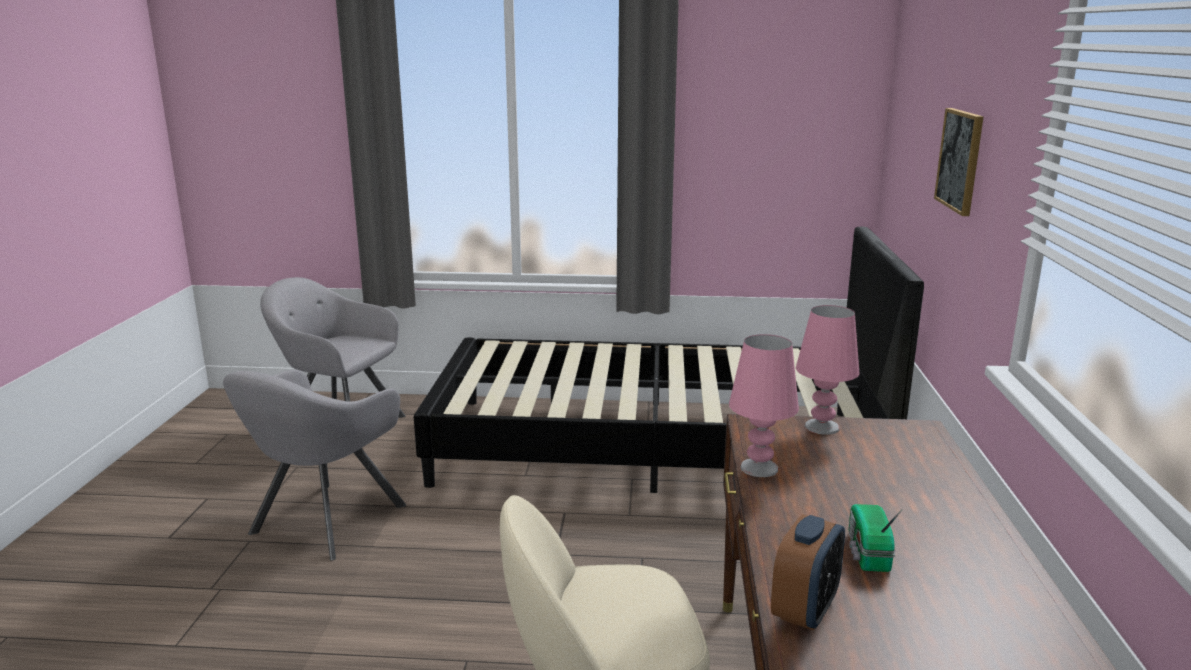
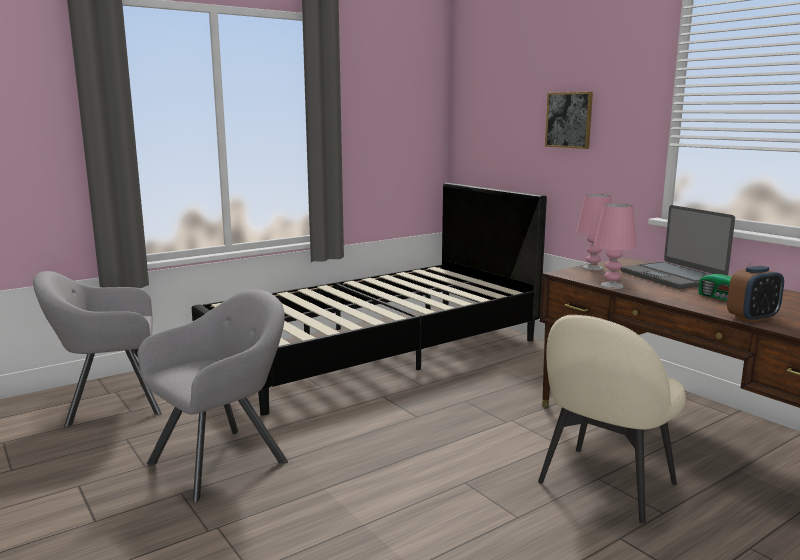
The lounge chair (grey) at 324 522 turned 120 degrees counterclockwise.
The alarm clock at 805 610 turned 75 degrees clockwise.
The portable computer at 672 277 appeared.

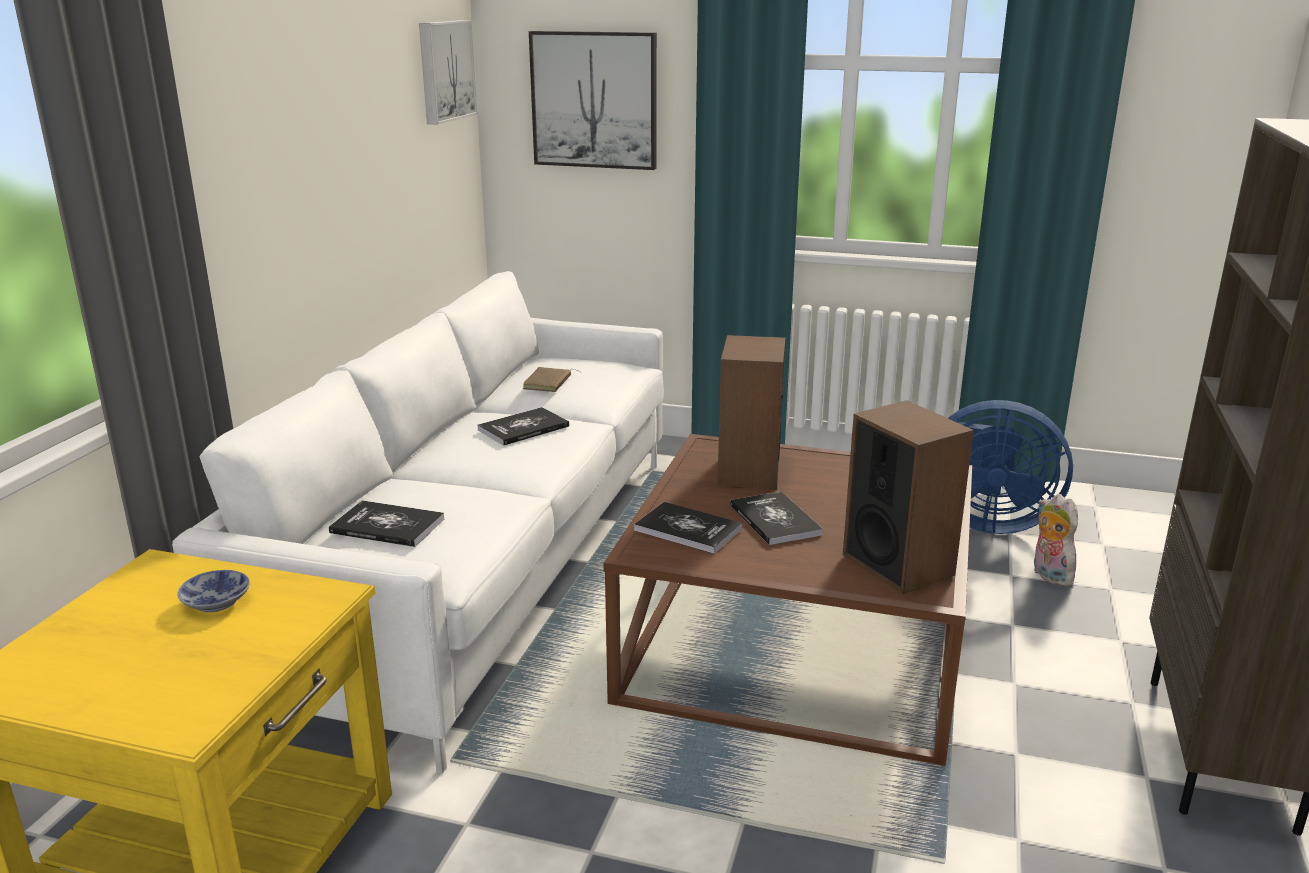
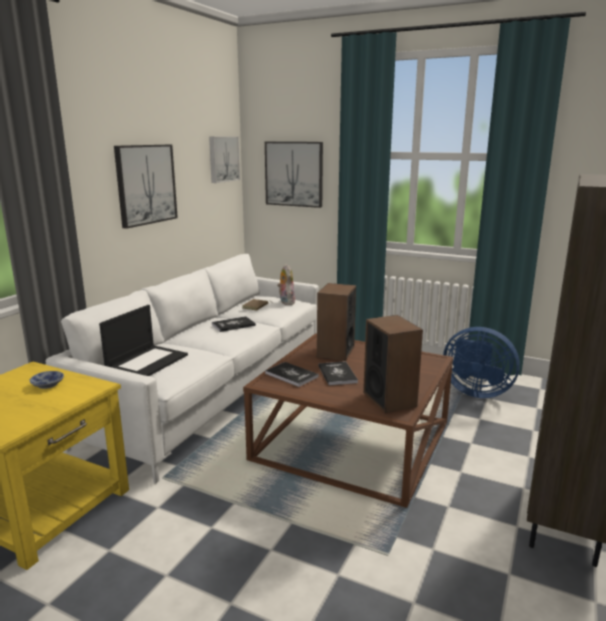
The plush toy moved from 1048 575 to 286 302.
The bound book at 387 526 was replaced by the portable computer at 147 362.
The wall picture at 146 184 appeared.

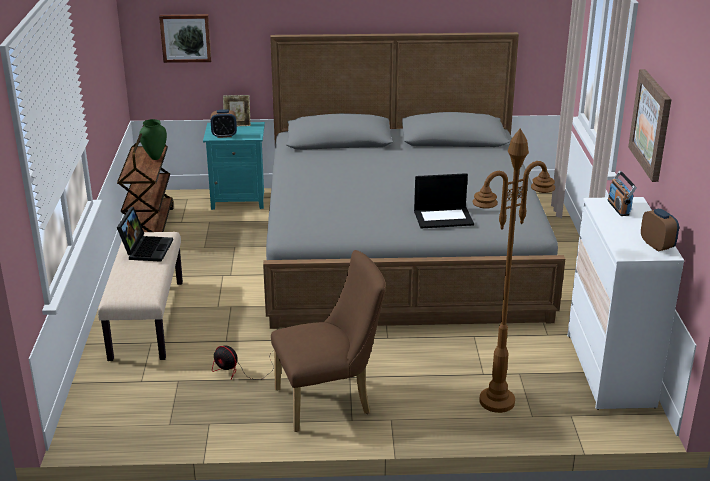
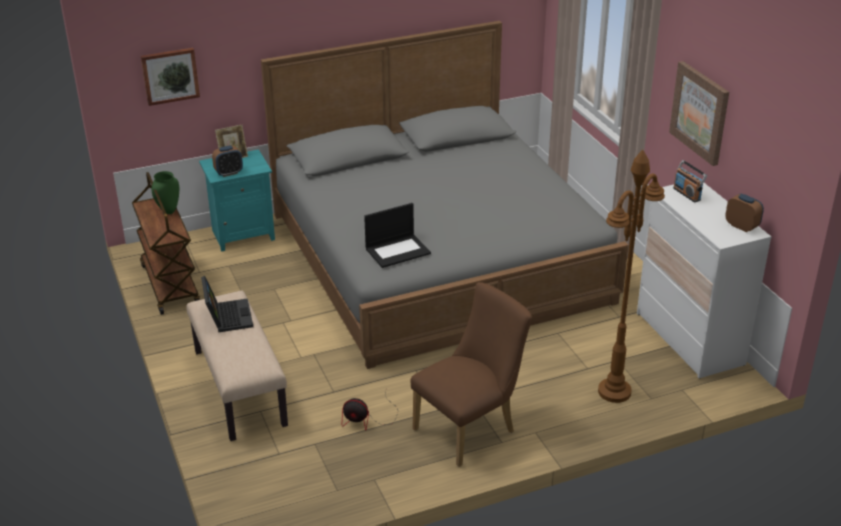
The portable computer moved from 444 217 to 398 250.

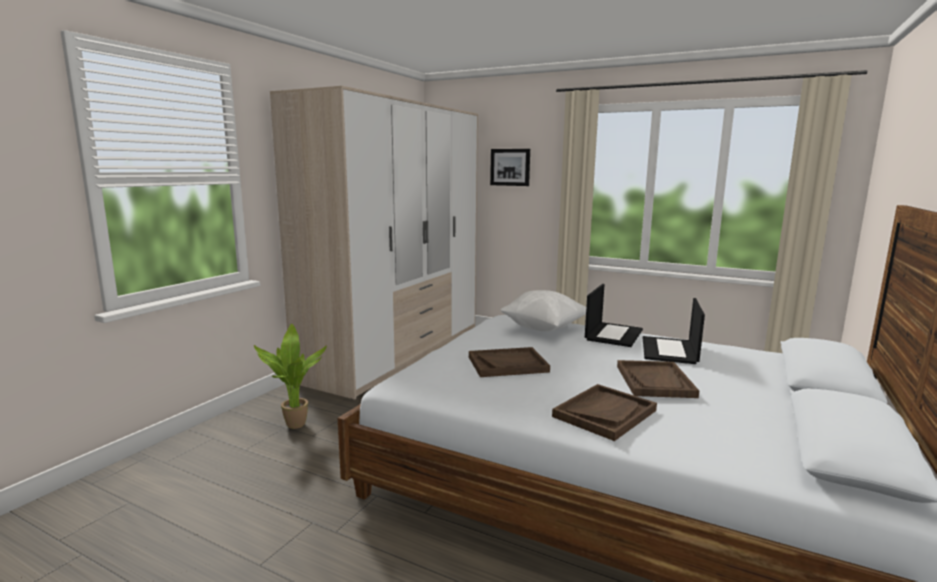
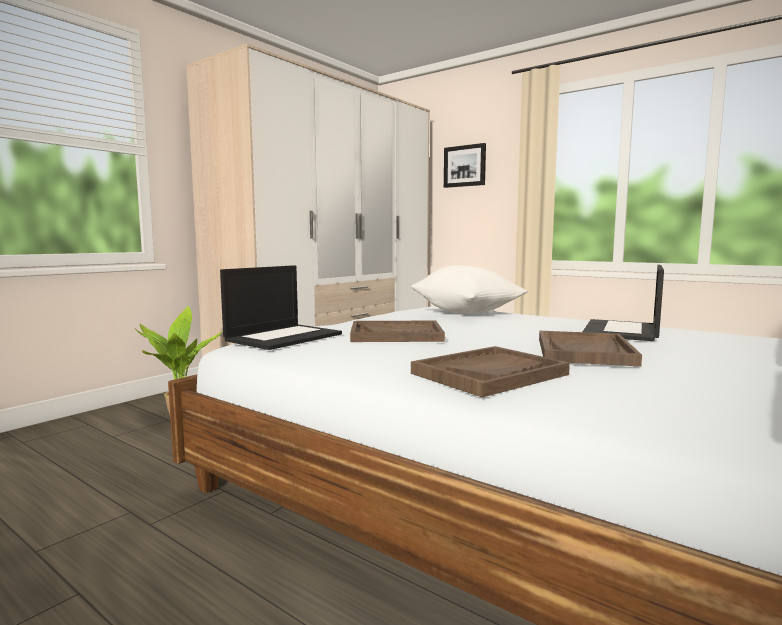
The portable computer moved from 613 334 to 284 337.

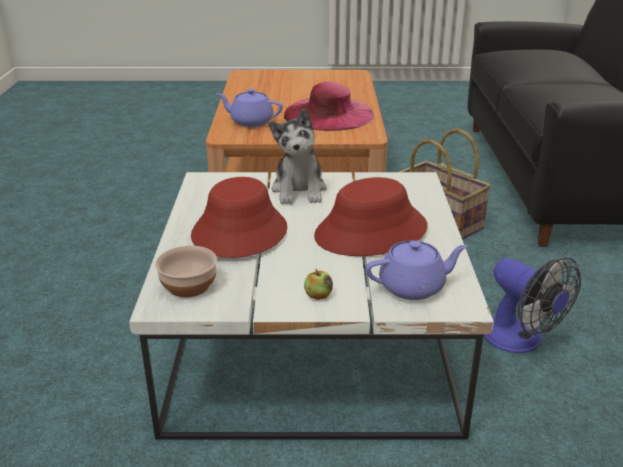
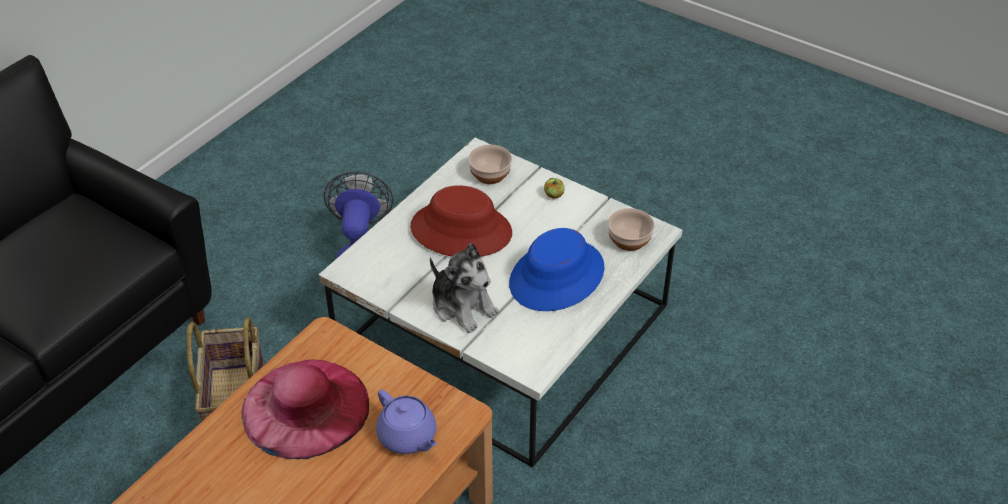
The plush toy at 299 190 turned 105 degrees clockwise.
The wearable hat (red) at 239 232 became the wearable hat (blue-coloured) at 557 276.
The teapot (purple) at 413 287 was replaced by the serving bowl at 490 175.

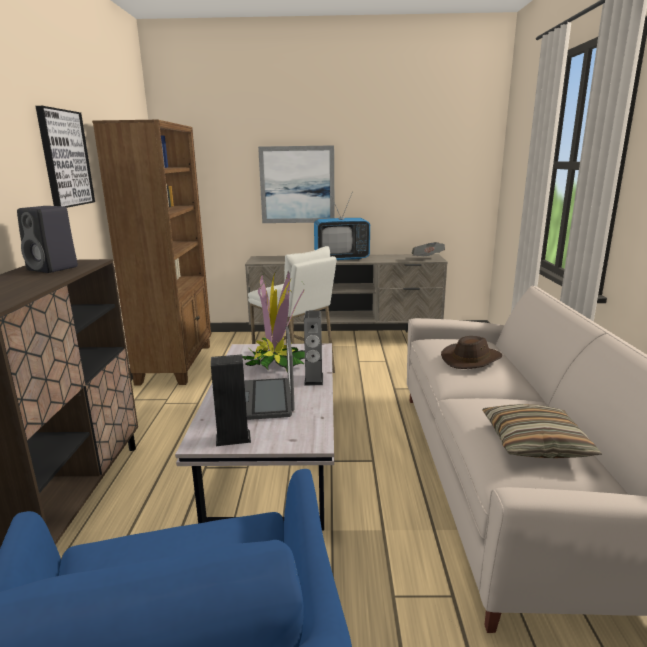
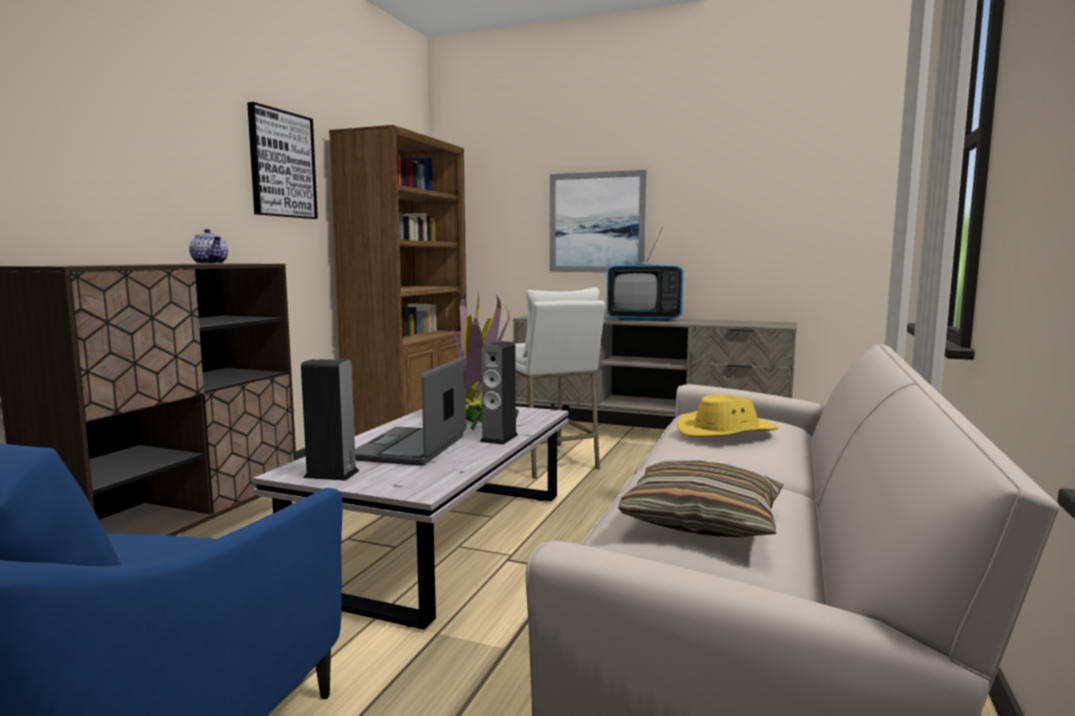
The speaker (black) at 54 268 was replaced by the teapot at 210 263.
The daily paper at 427 259 disappeared.
The wearable hat (brown-coloured) at 471 359 became the wearable hat (yellow) at 726 431.

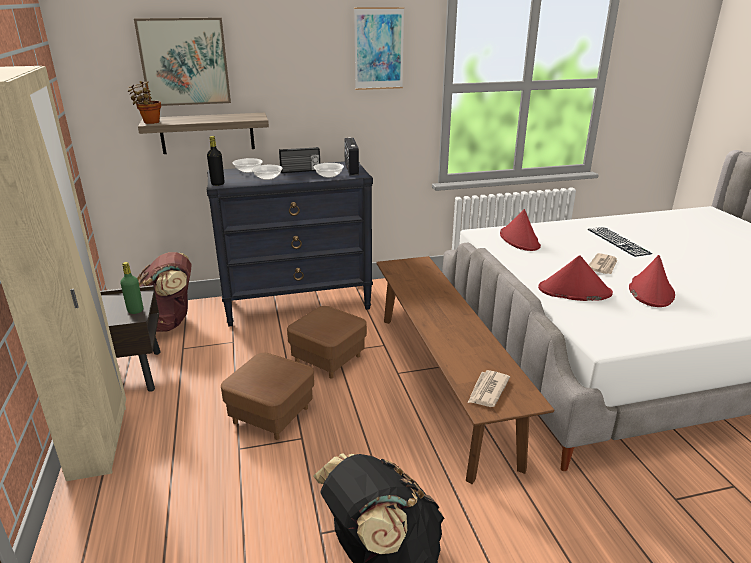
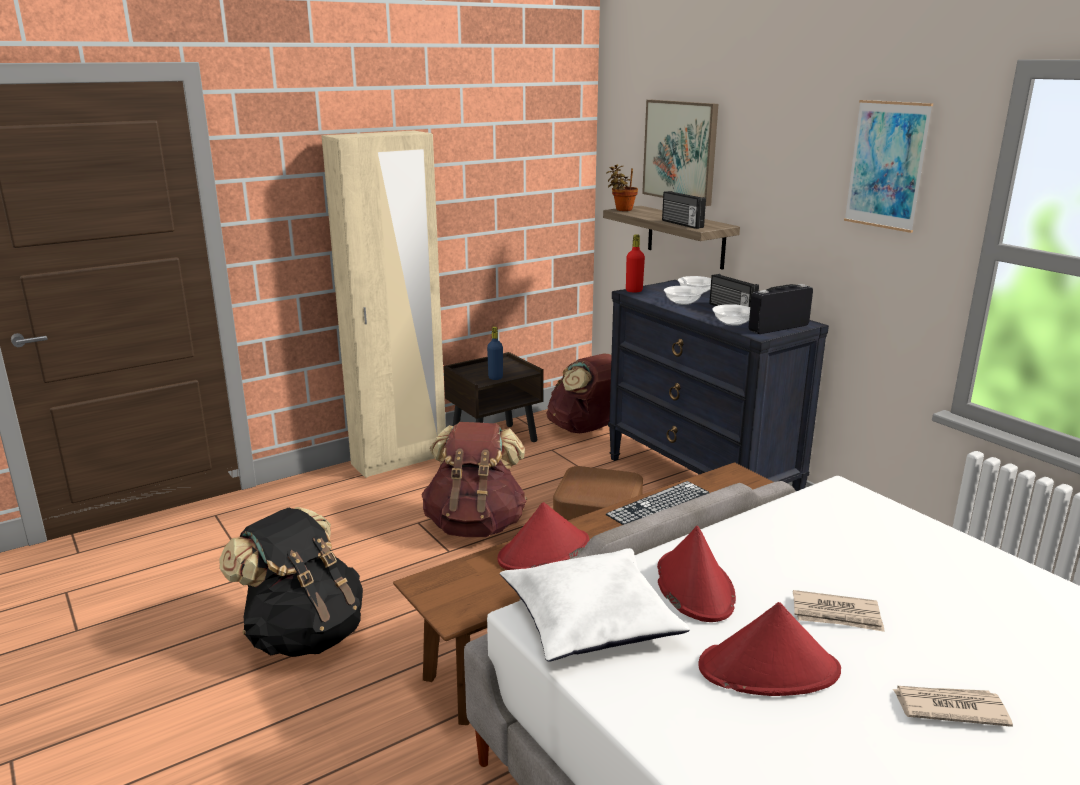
The beverage bottle (black) at 218 184 became the beverage bottle (red) at 634 291.
The wearable hat (red) moved from 519 240 to 543 552.
The PC keyboard moved from 618 241 to 658 504.
The beverage bottle (green) at 135 310 became the beverage bottle (blue-coloured) at 495 377.
The ottoman (brown-coloured) at 271 415 was replaced by the rucksack (brown-coloured) at 476 525.
The daily paper moved from 487 390 to 948 708.
The radio set at 681 224 appeared.
The pillow (whitish) at 590 619 appeared.

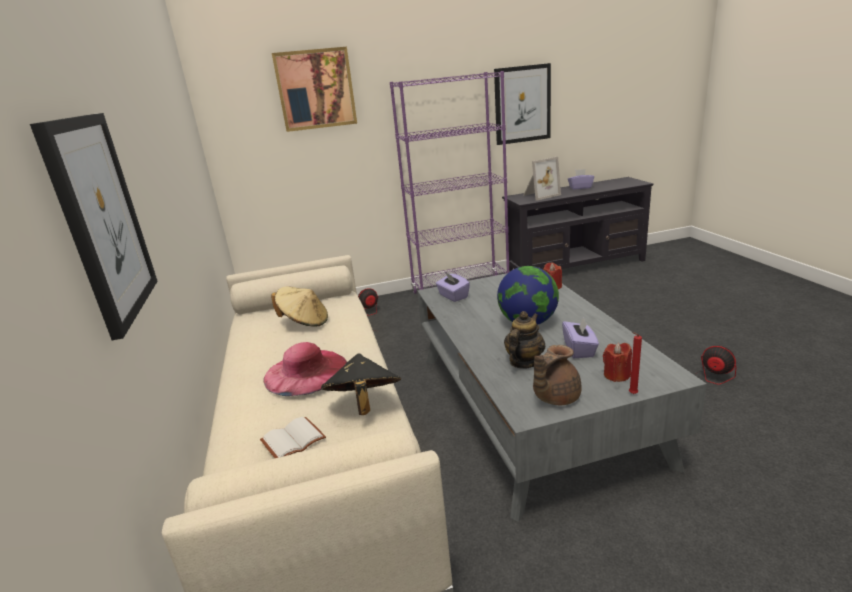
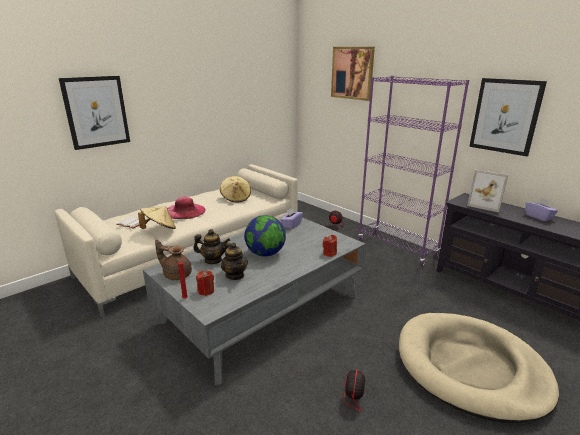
The box of tissues (purple) at 579 349 was replaced by the teapot at 235 275.
The wearable hat (black) at 364 404 became the wearable hat (beige) at 159 229.
The dog cushion (beige) at 470 368 appeared.

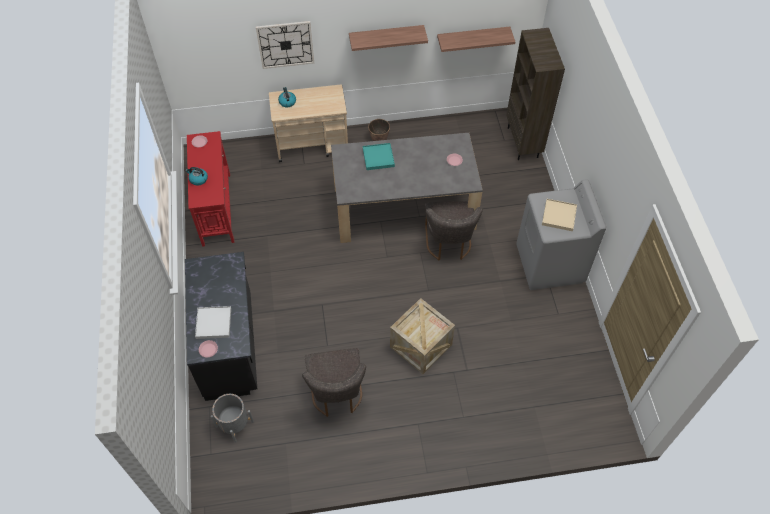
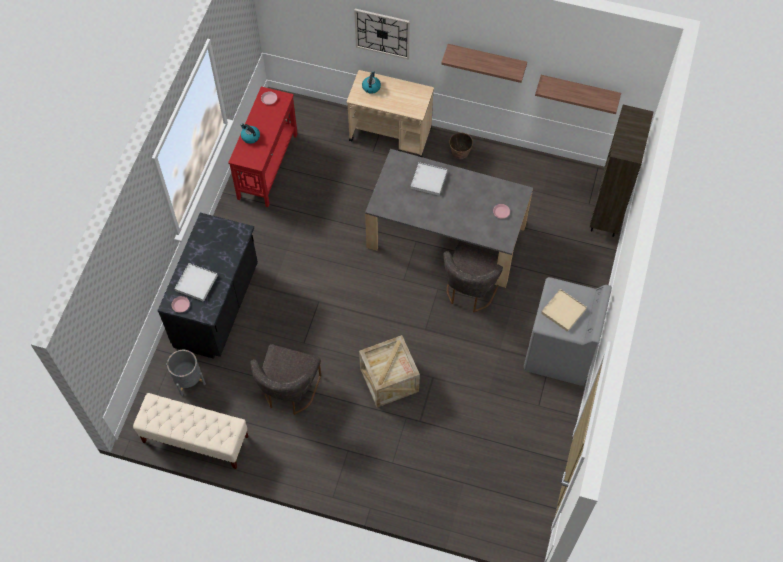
The tray (turquoise-coloured) at 378 158 became the tray (whitish) at 428 180.
The bench (beige) at 195 439 appeared.

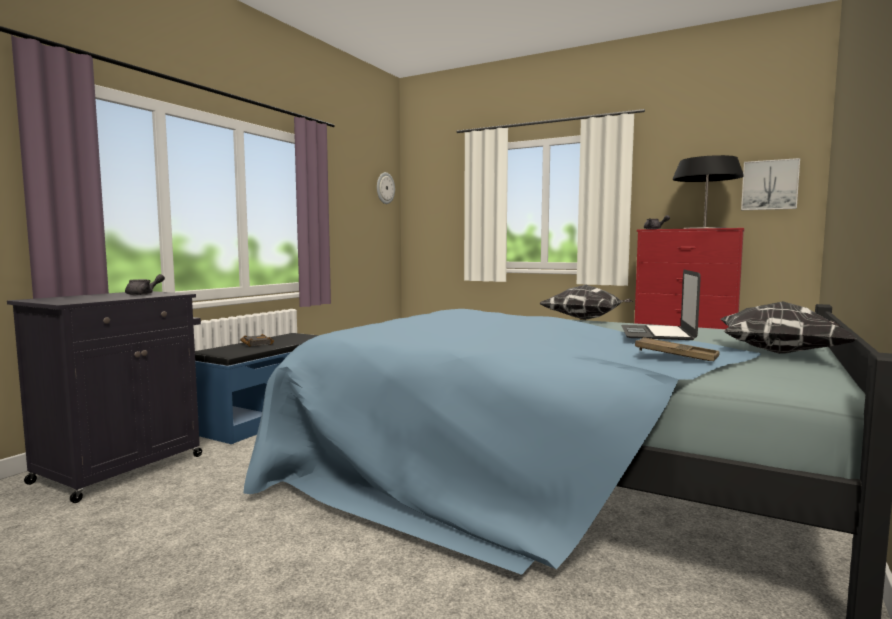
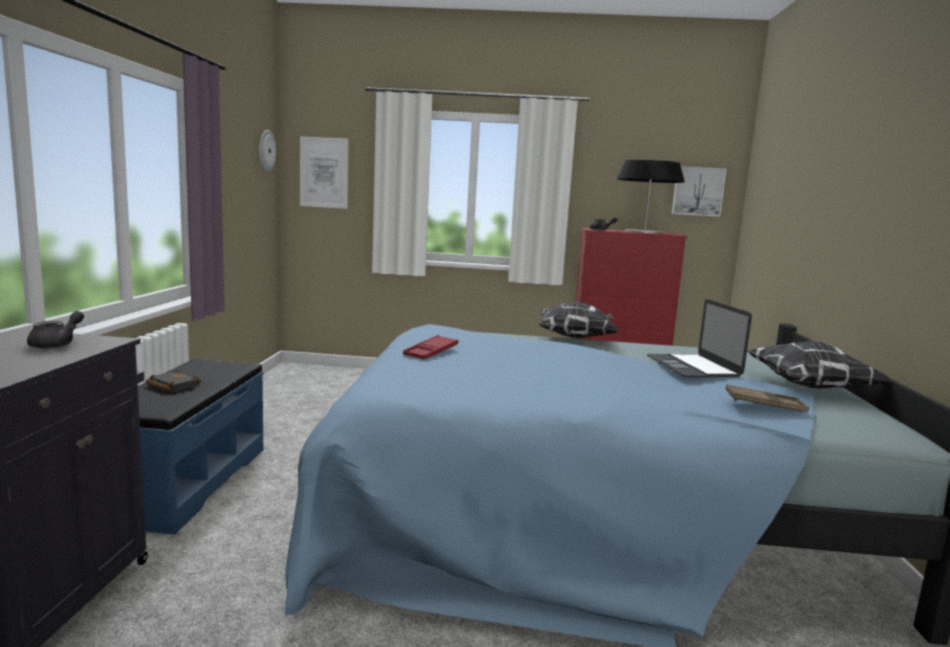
The wall picture at 324 172 appeared.
The tray (red) at 431 352 appeared.

